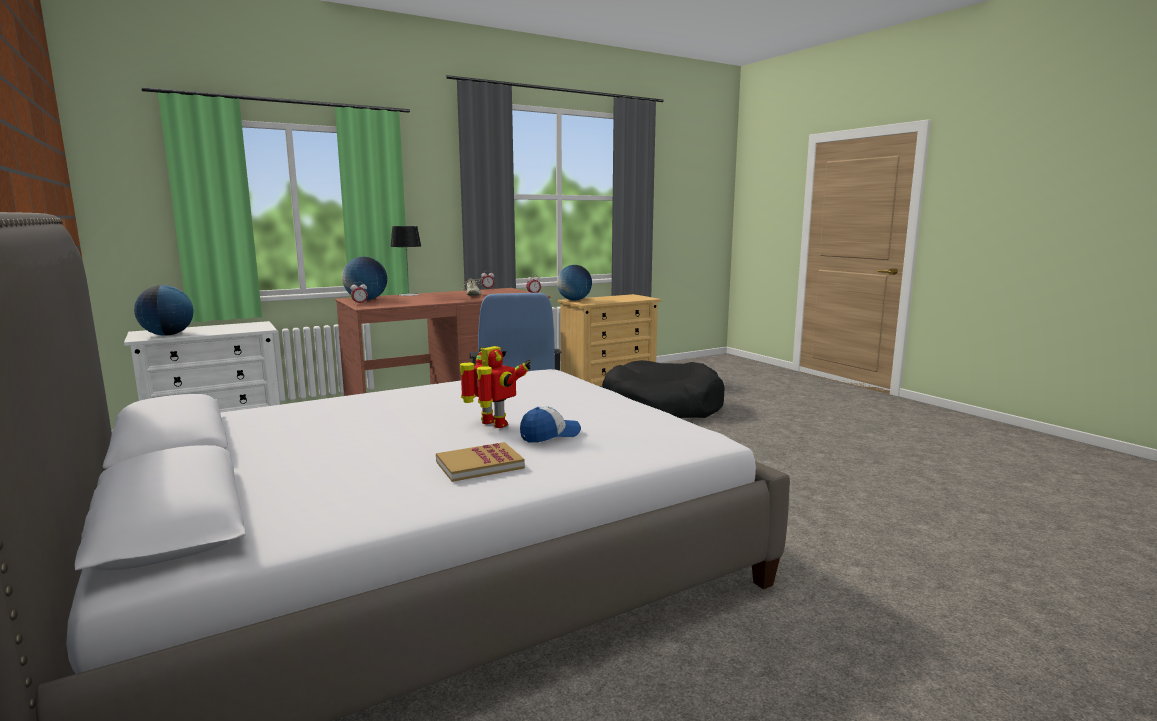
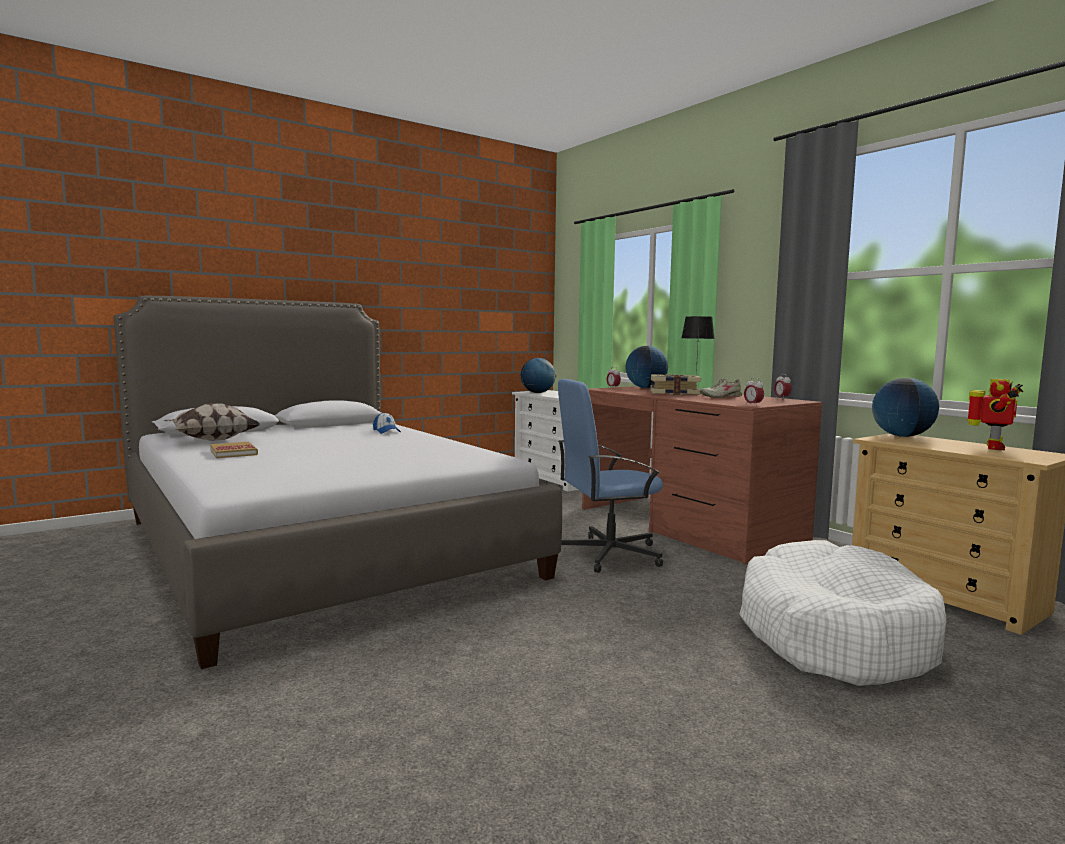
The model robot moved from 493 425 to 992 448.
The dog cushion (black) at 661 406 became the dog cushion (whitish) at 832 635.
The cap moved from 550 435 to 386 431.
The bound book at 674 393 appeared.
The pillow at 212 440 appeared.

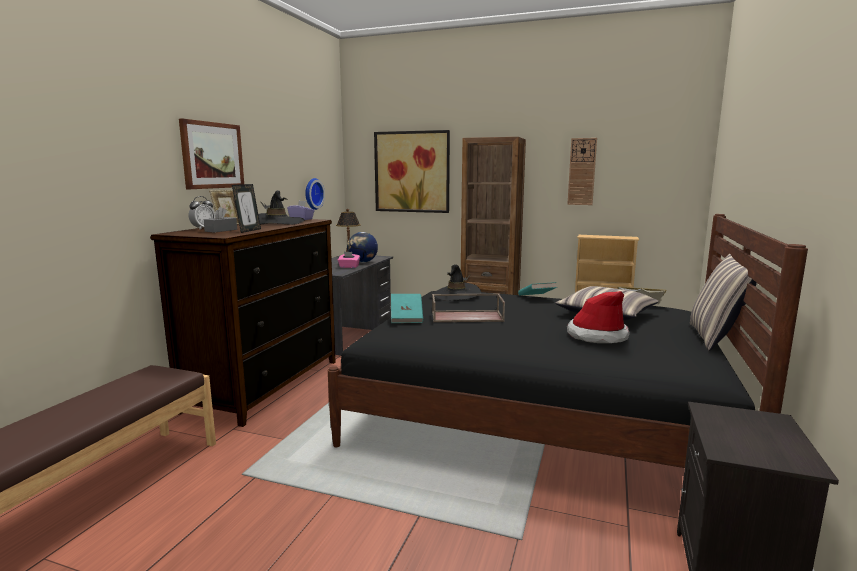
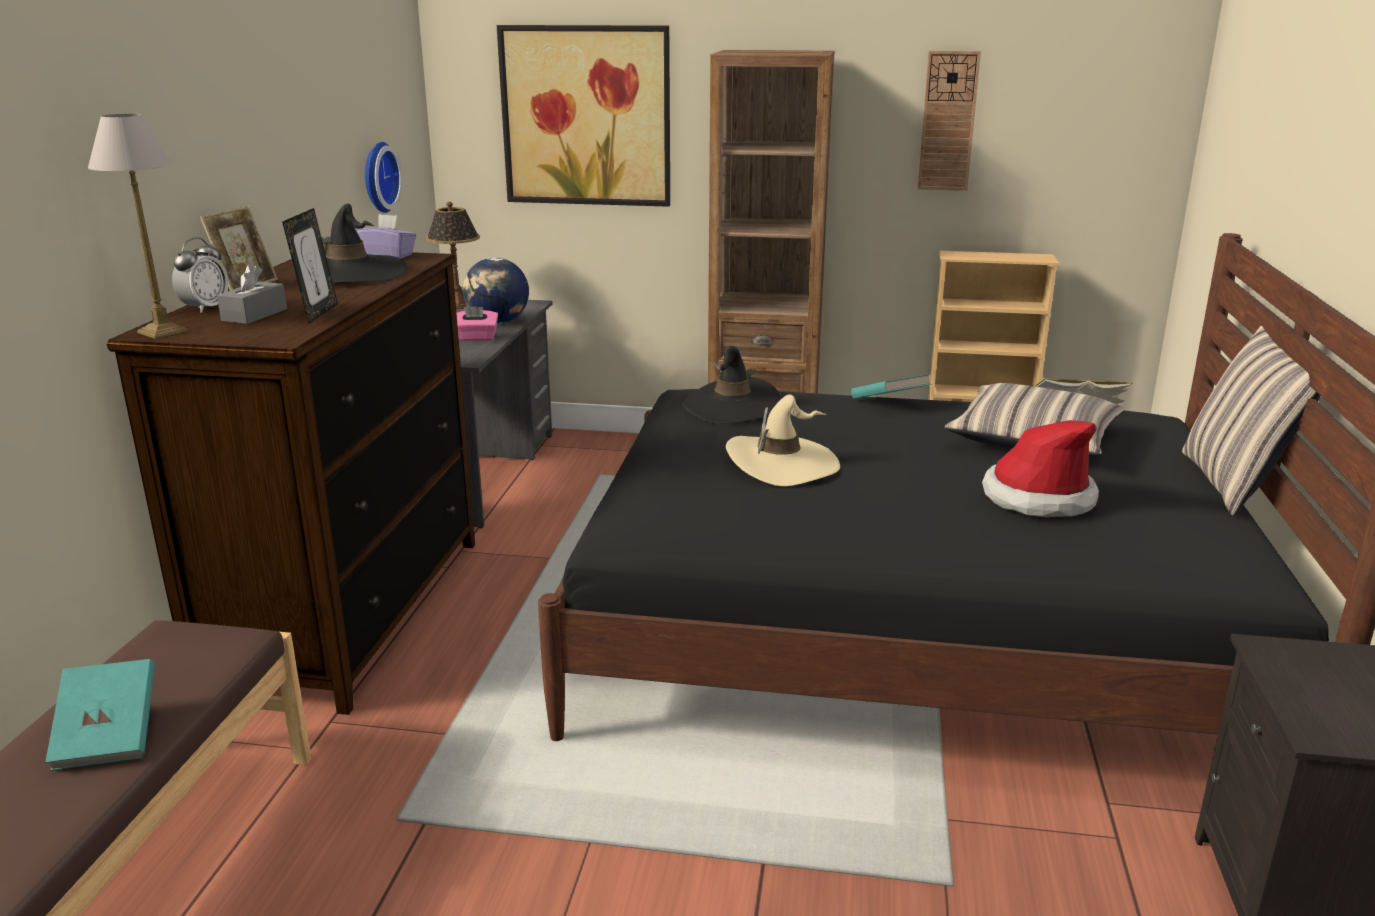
The wall picture at 212 155 disappeared.
The bound book (turquoise-coloured) moved from 406 318 to 109 736.
The tray (brown-coloured) at 467 316 was replaced by the wearable hat (beige) at 782 464.
The table lamp at 164 332 appeared.

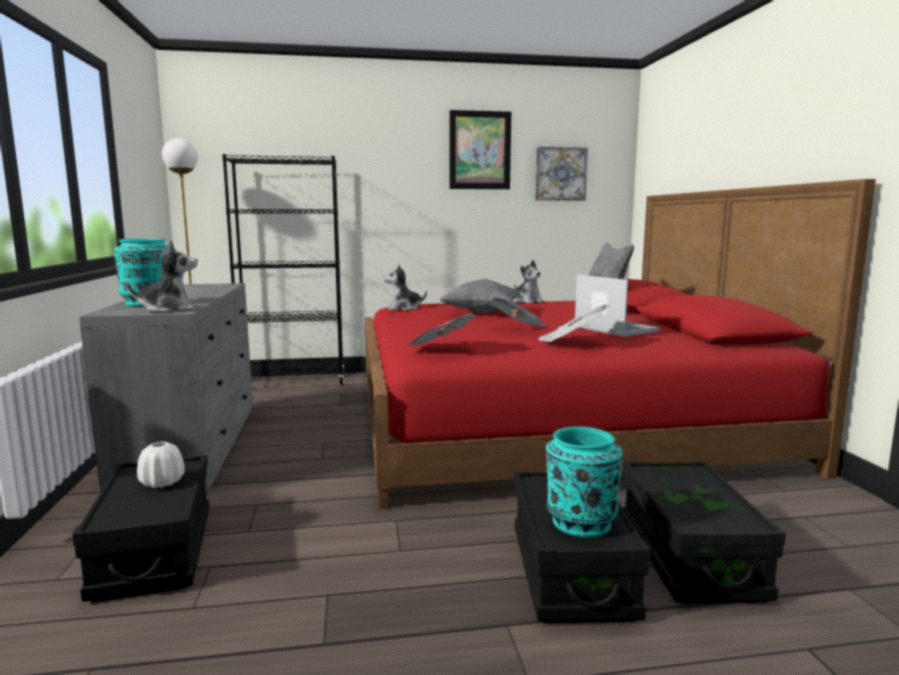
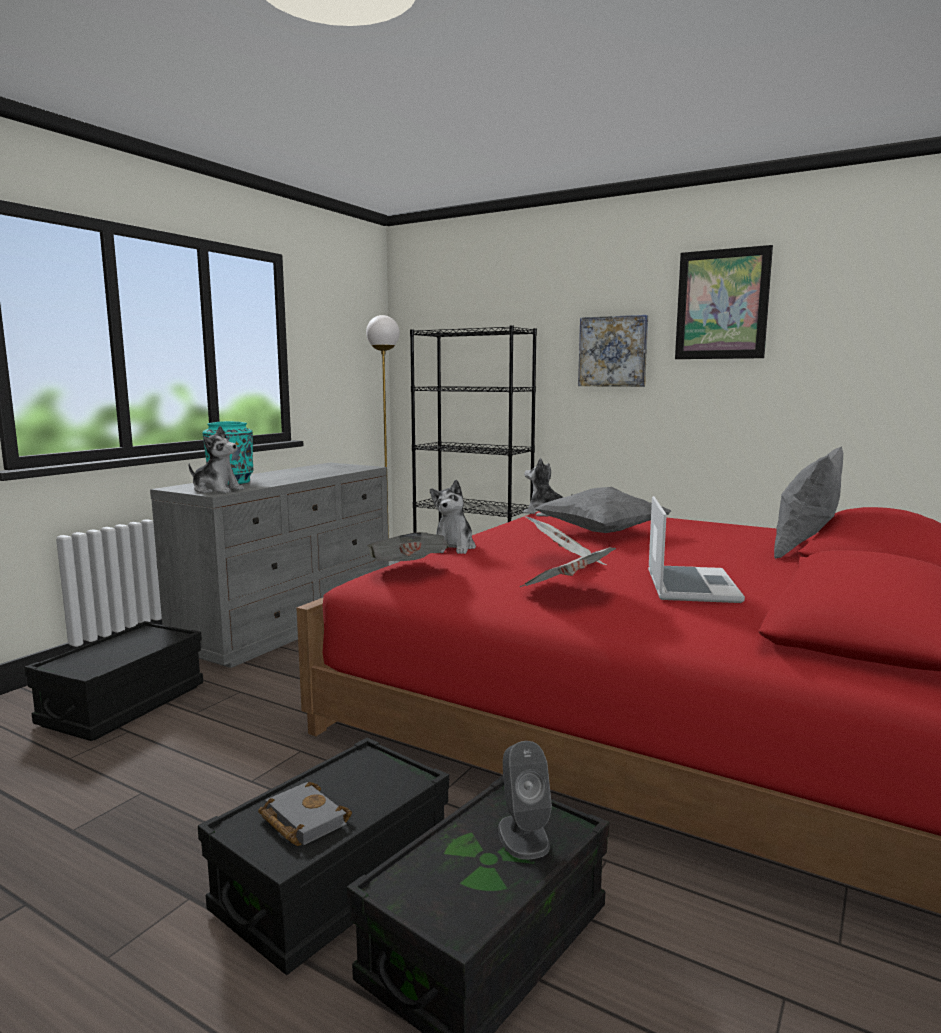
The wall picture moved from 560 174 to 613 351.
The plush toy moved from 527 301 to 454 548.
The flower vase (turquoise-coloured) at 580 522 was replaced by the bound book (grey) at 301 820.
The flower vase (whitish) at 162 483 disappeared.
The speaker (grey) at 523 836 appeared.

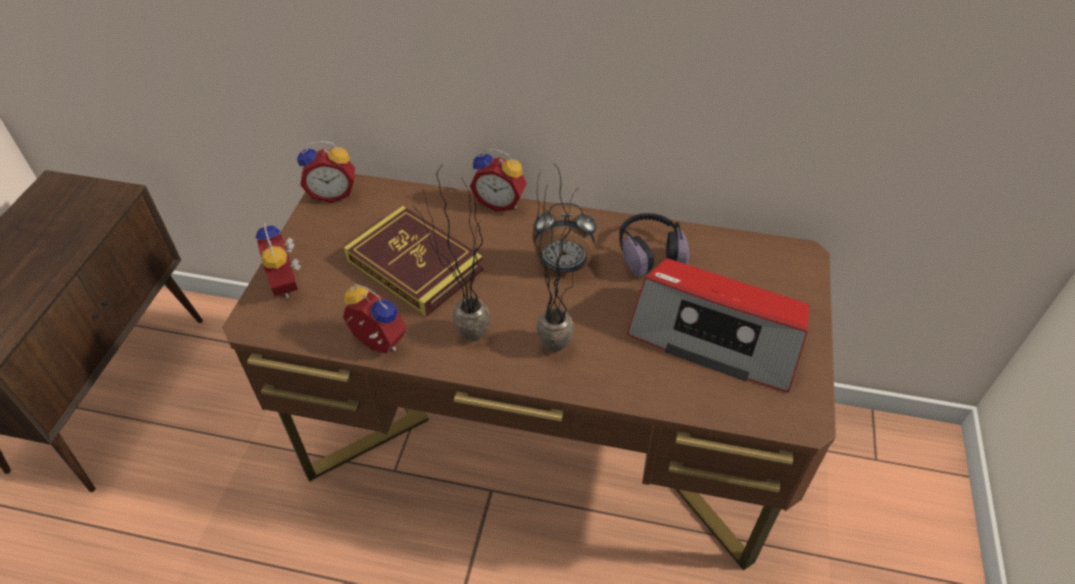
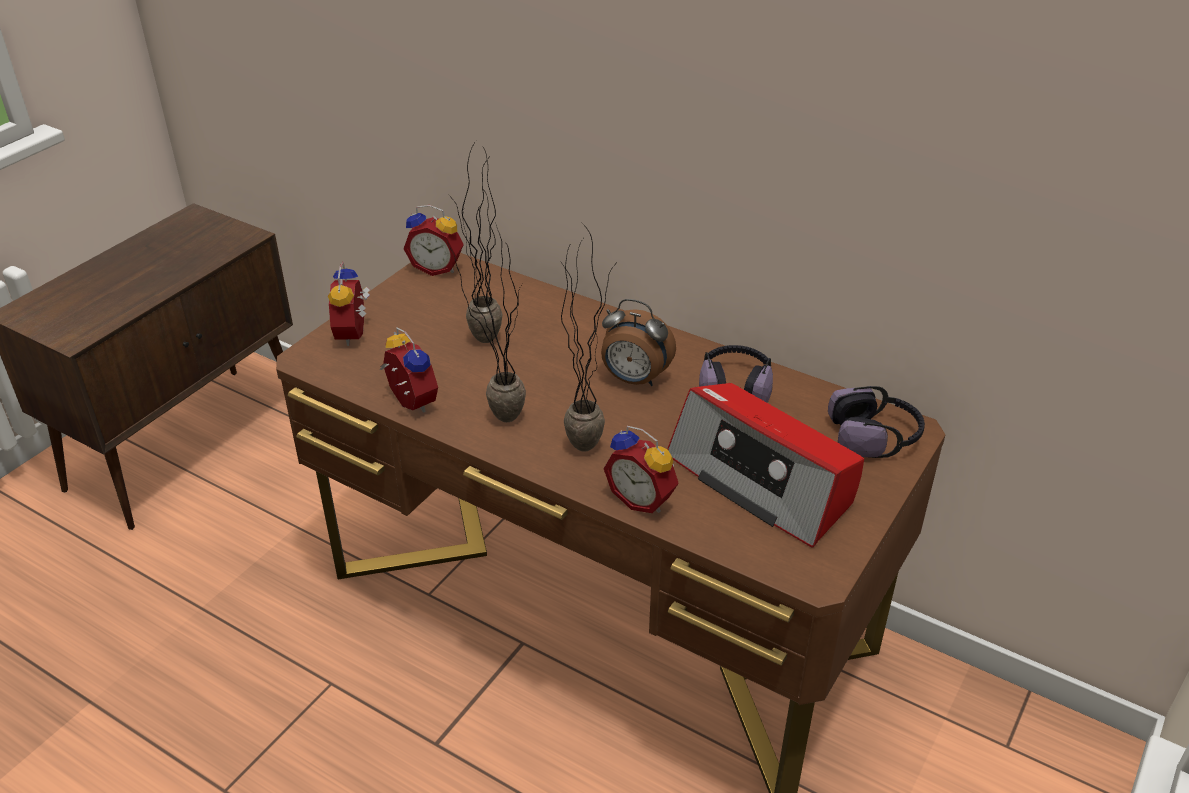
The alarm clock moved from 500 202 to 643 499.
The bound book at 415 265 was replaced by the plant in a pot at 483 345.
The pair of headphones at 875 438 appeared.

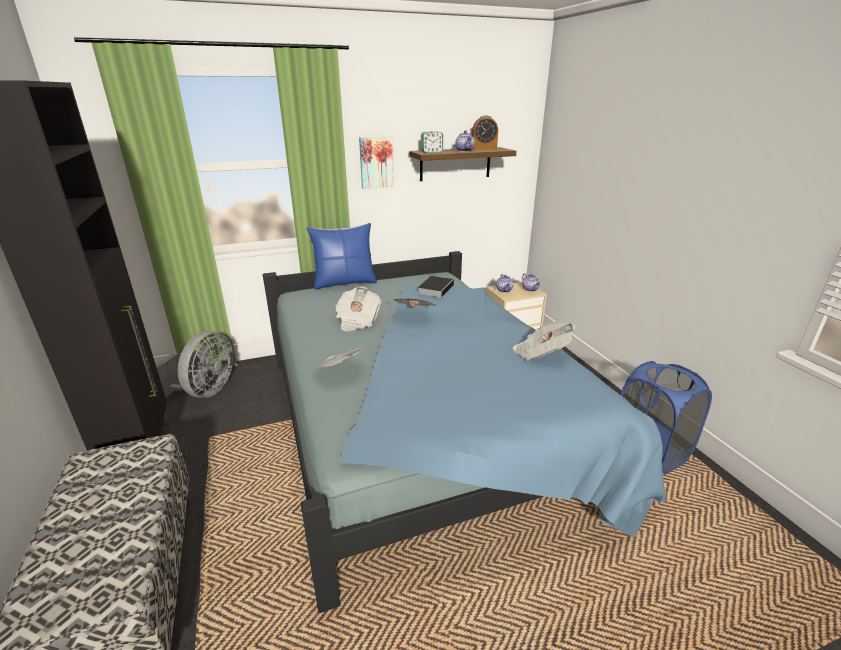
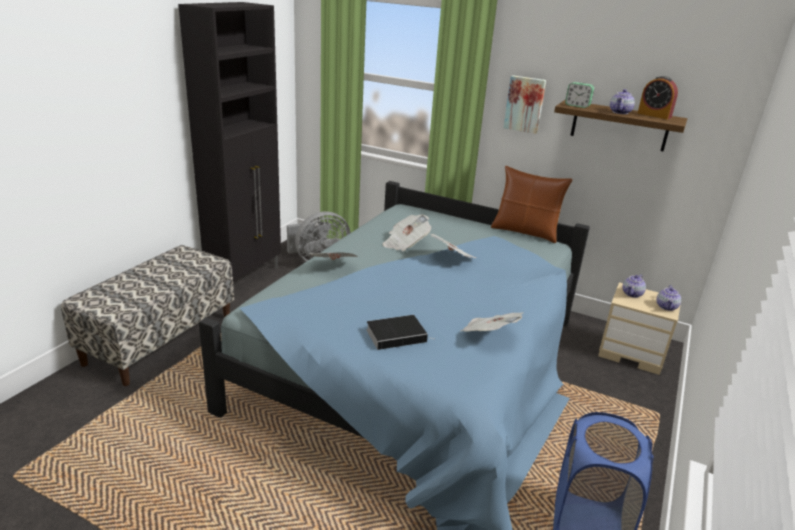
The pillow (blue-coloured) at 344 283 disappeared.
The bound book moved from 436 288 to 397 335.
The pillow (brown-coloured) at 525 232 appeared.

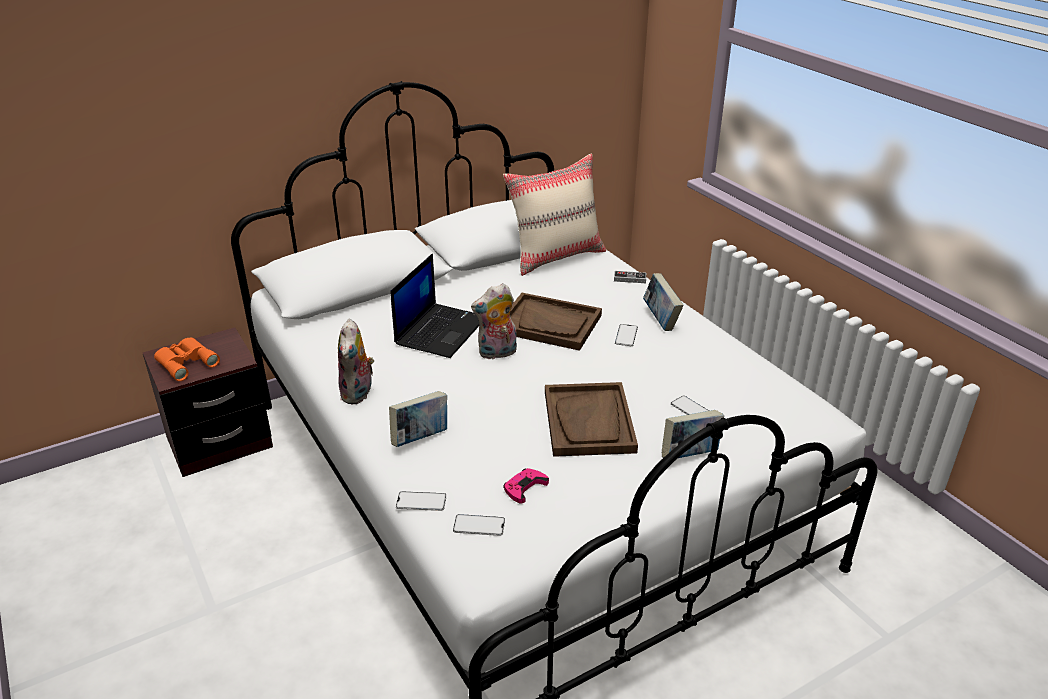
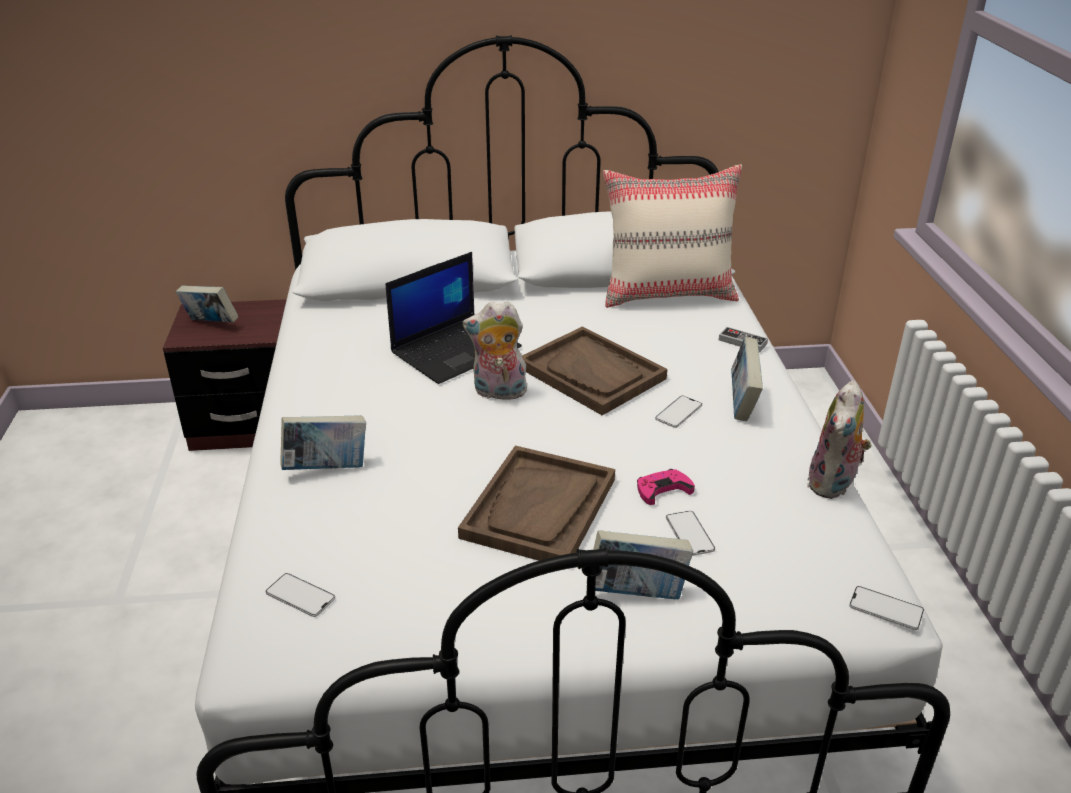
The plush toy moved from 358 393 to 833 484.
The pair of binoculars (orange-coloured) at 186 362 was replaced by the bound book at 211 324.
The gamepad (pinkish) moved from 524 487 to 663 490.
The handset moved from 421 501 to 886 608.

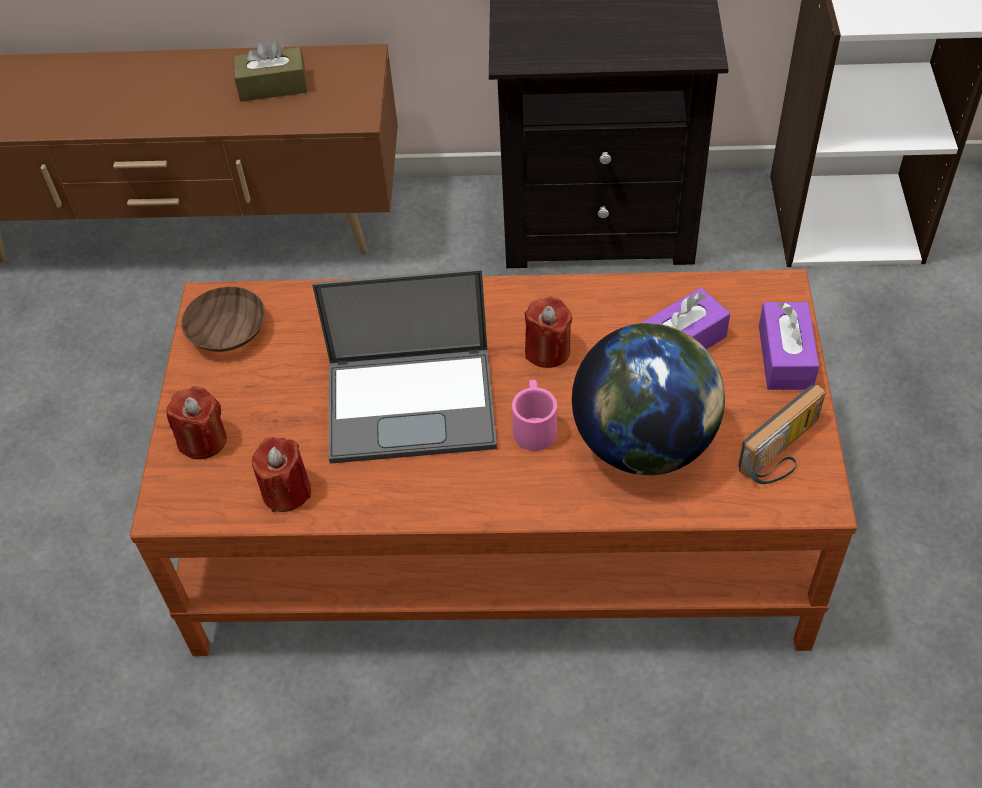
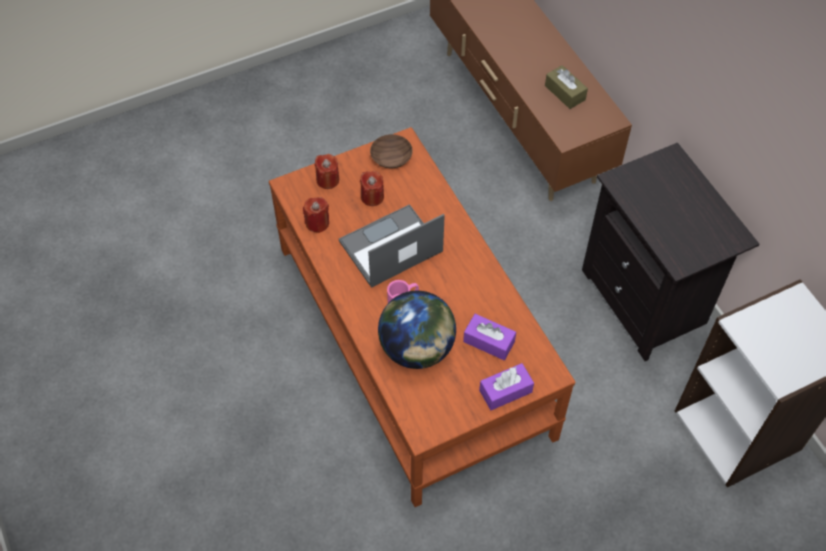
The portable computer at 413 403 turned 90 degrees clockwise.
The wax candle (red) moved from 547 350 to 372 197.
The radio set at 784 453 disappeared.

